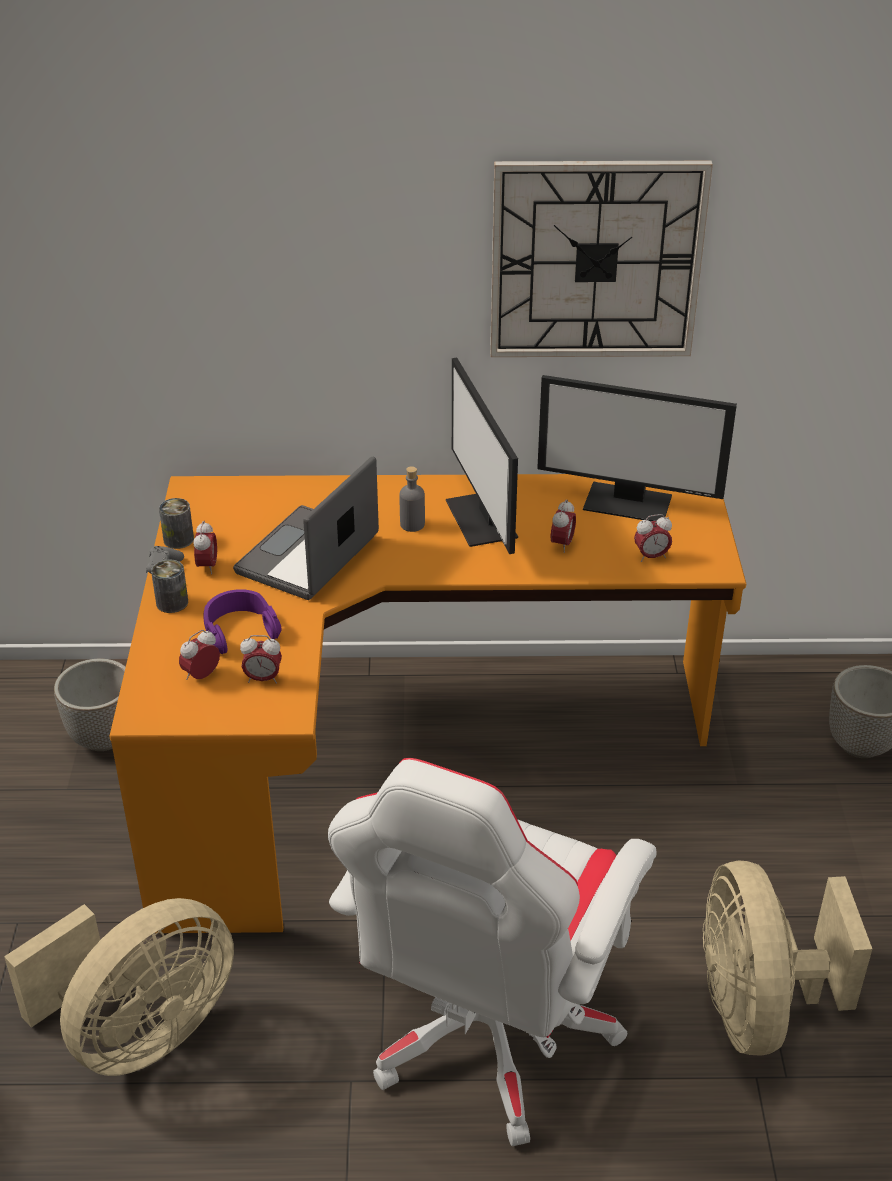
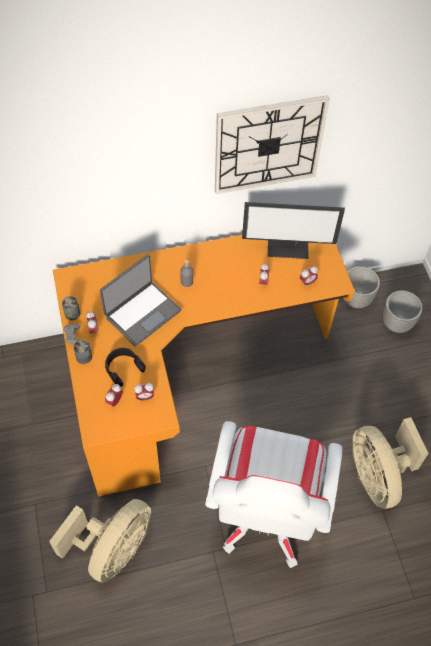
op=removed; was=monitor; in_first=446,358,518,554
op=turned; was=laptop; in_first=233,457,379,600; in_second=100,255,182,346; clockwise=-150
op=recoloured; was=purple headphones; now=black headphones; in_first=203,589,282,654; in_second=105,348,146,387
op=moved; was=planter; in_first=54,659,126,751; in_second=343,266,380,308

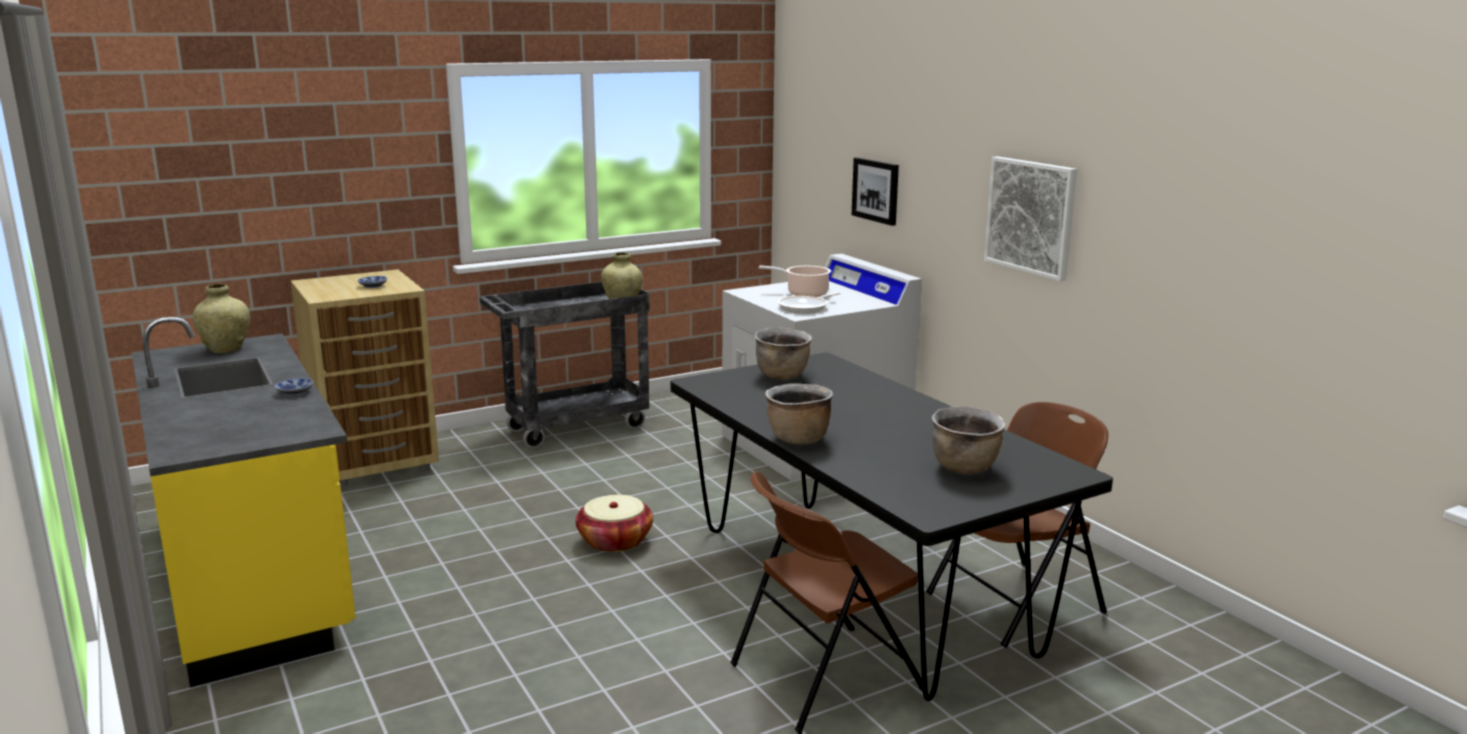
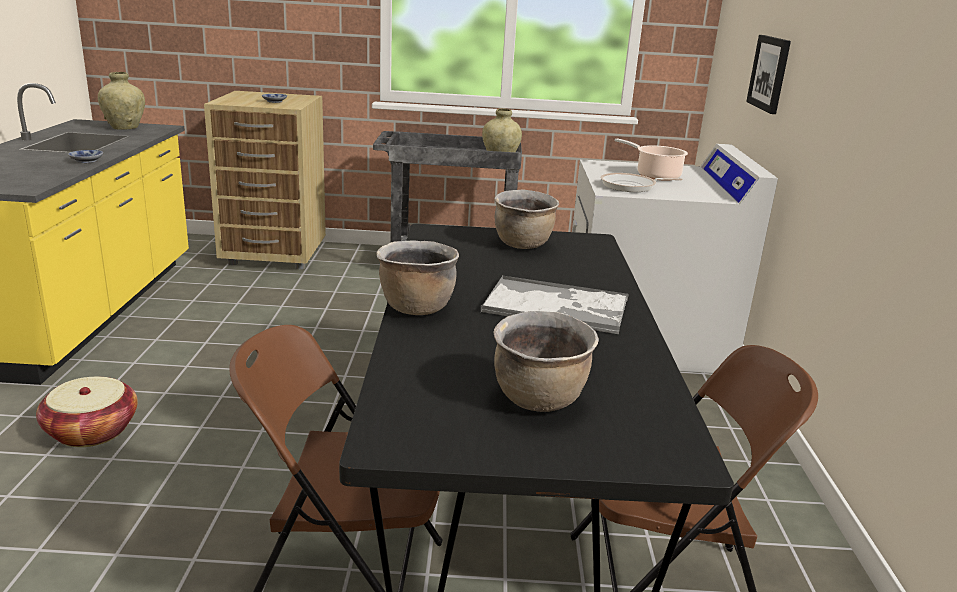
op=removed; was=picture; in_first=984,156,1077,281
op=moved; was=basket; in_first=576,495,653,552; in_second=36,377,138,447
op=added; now=tray; in_second=481,275,629,334

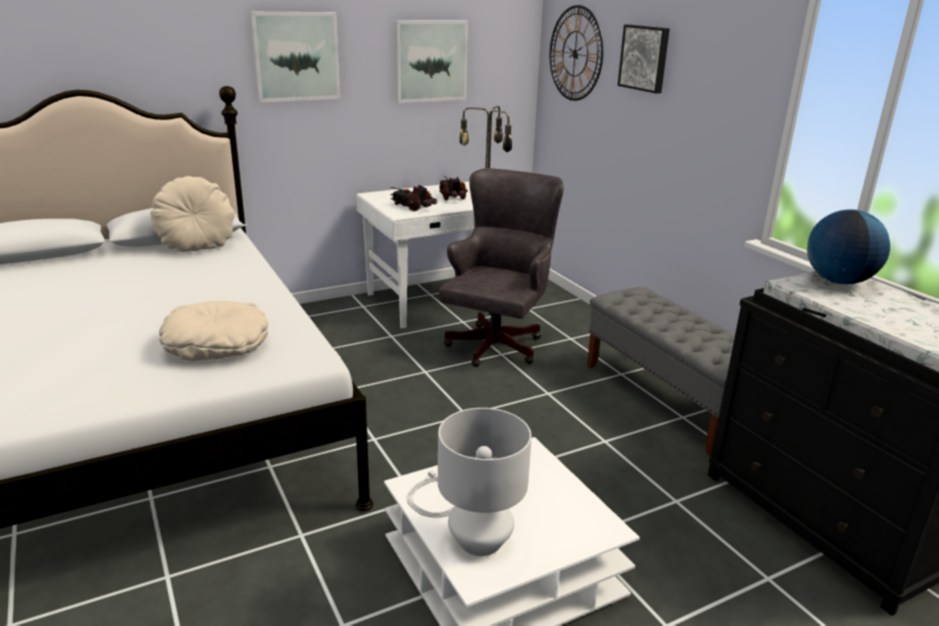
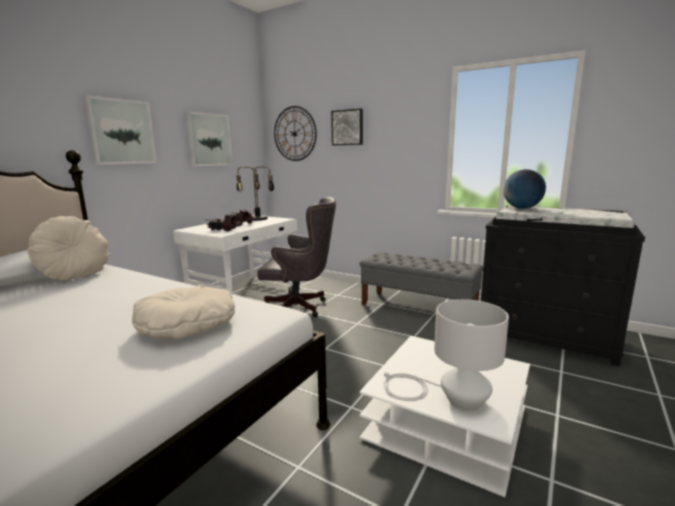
op=turned; was=grey office chair; in_first=439,168,564,367; in_second=257,197,336,317; clockwise=105

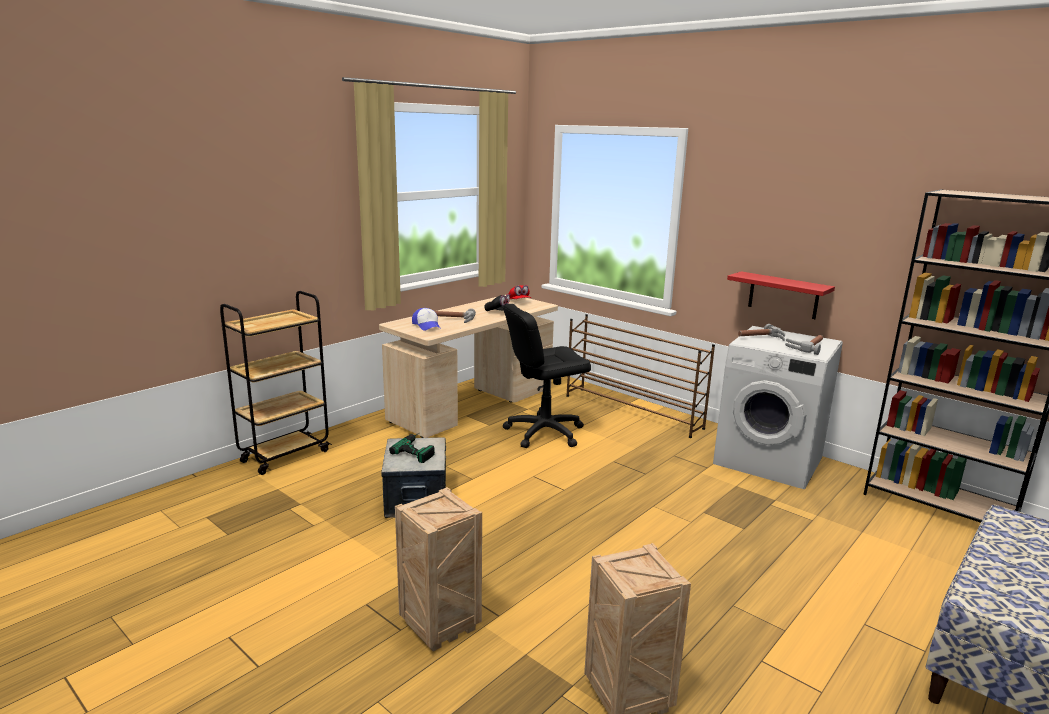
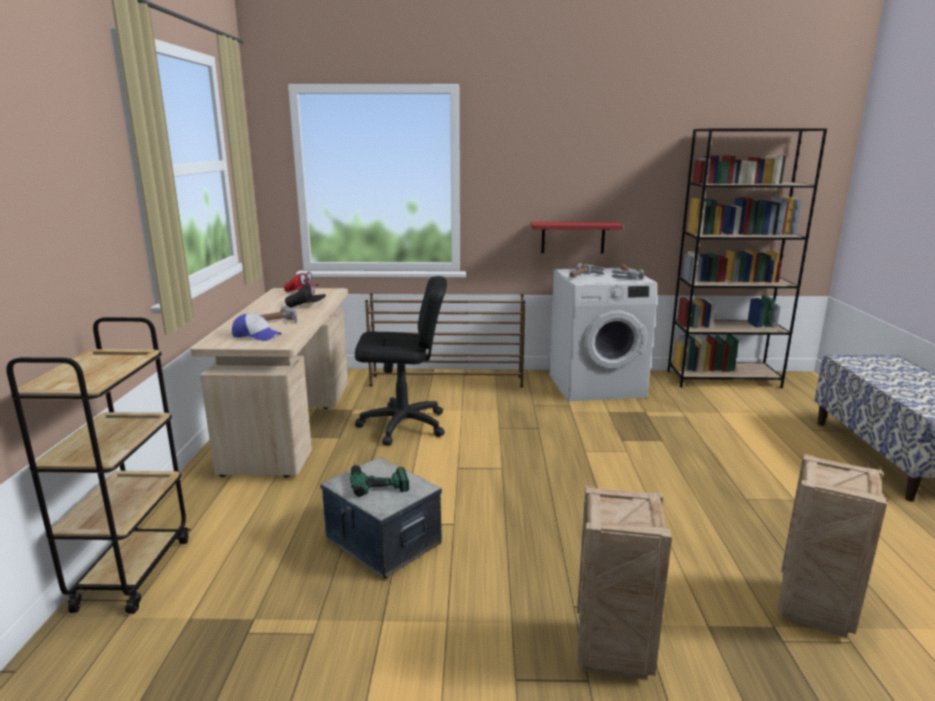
op=turned; was=black office chair; in_first=503,304,591,448; in_second=355,276,447,446; clockwise=-120

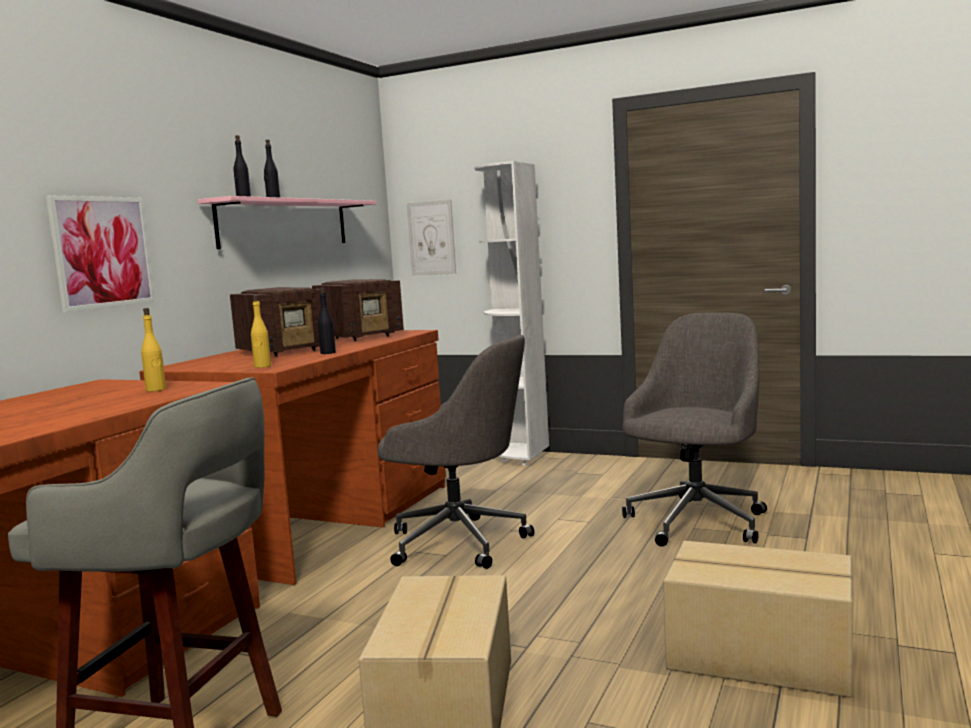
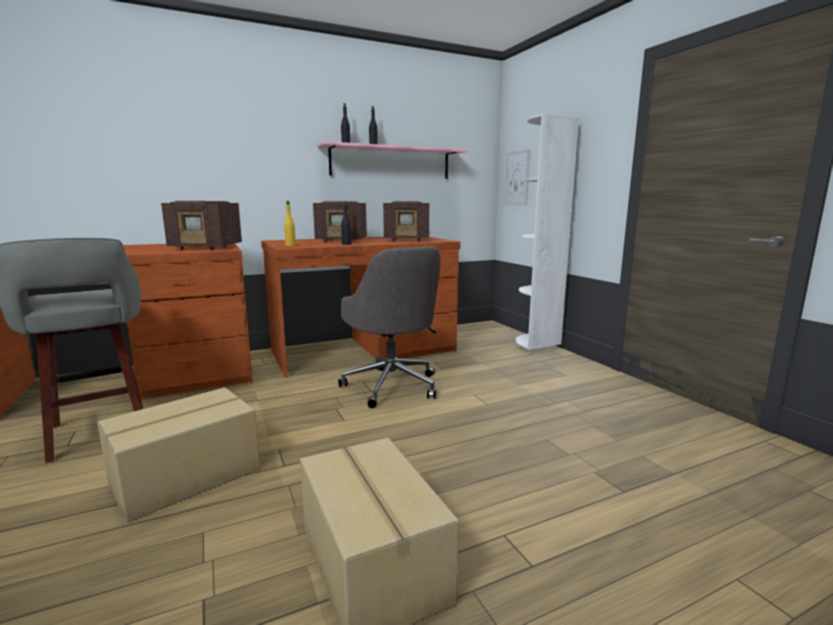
op=removed; was=picture; in_first=46,195,155,312
op=replaced; was=yellow bottle; now=radio; in_first=141,308,166,392; in_second=161,201,242,250
op=removed; was=grey office chair; in_first=622,313,767,546

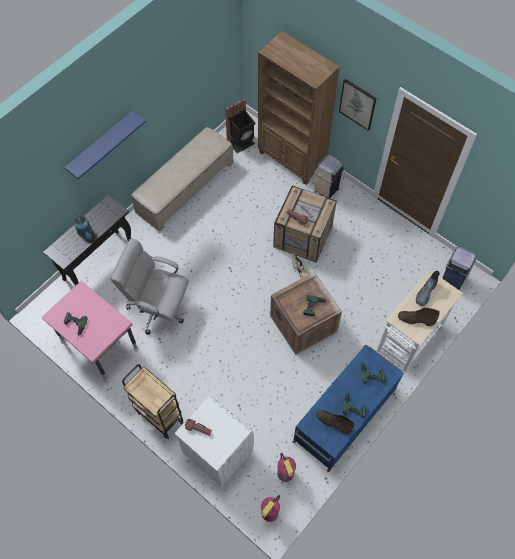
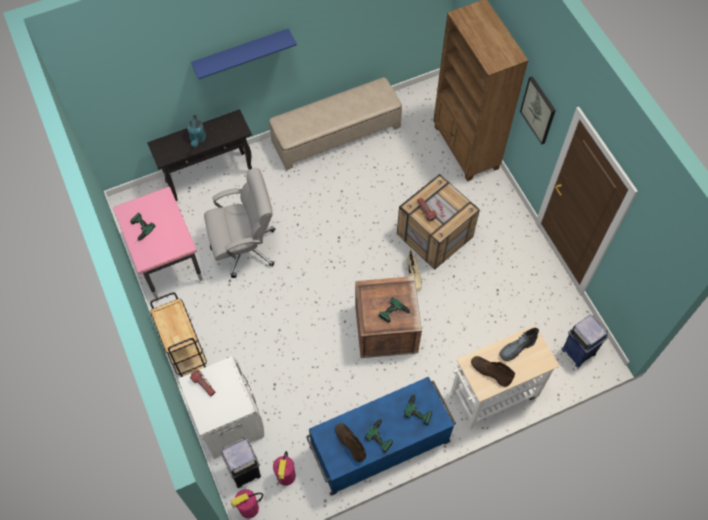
op=removed; was=black trash can; in_first=225,98,255,153
op=moved; was=beige trash can; in_first=313,154,344,198; in_second=221,437,261,488
op=turned; was=grey office chair; in_first=111,239,189,334; in_second=204,168,275,278; clockwise=120

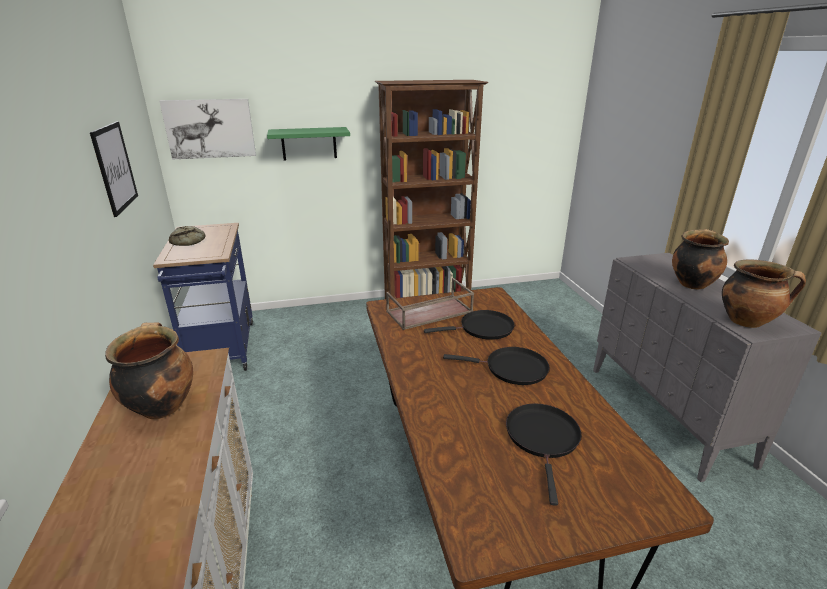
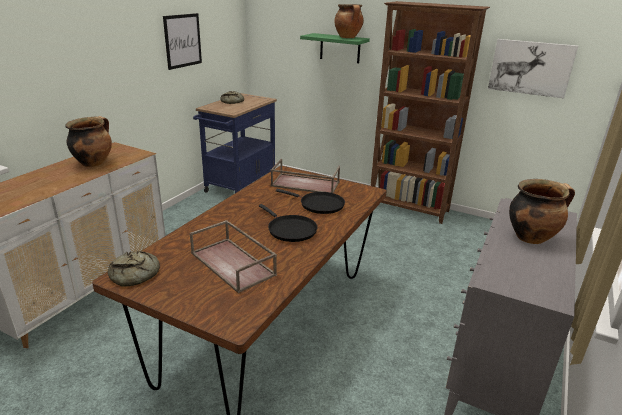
op=moved; was=picture; in_first=159,99,256,159; in_second=488,39,578,99
op=moved; was=cooking pot; in_first=722,260,806,328; in_second=334,4,364,38
op=replaced; was=black frying pan; now=brown tray; in_first=506,404,581,506; in_second=190,220,277,293
op=added; now=bread; in_second=108,251,160,286

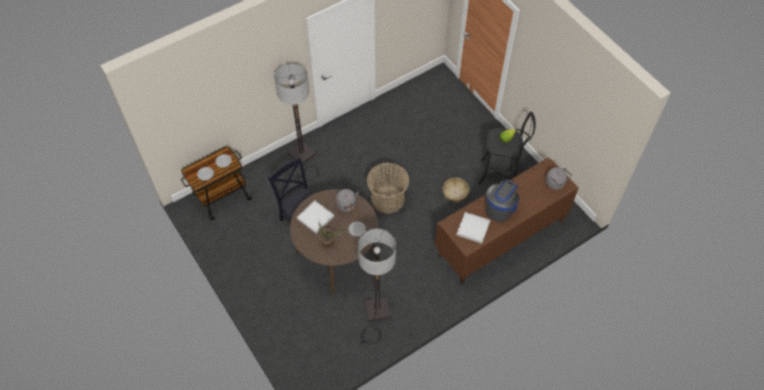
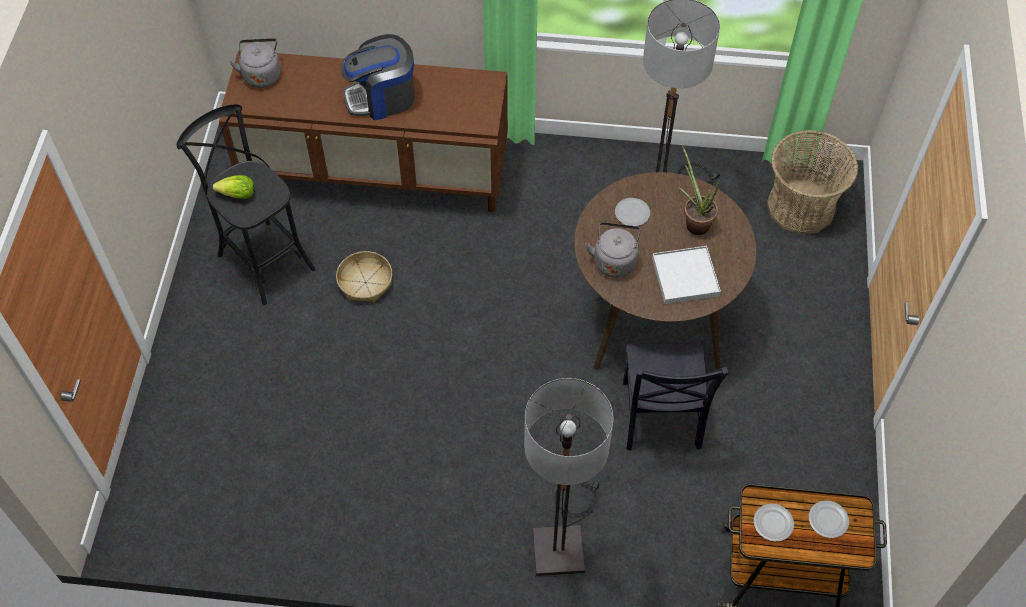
op=moved; was=basket; in_first=367,163,409,214; in_second=767,130,858,235
op=removed; was=white tray; in_first=457,212,490,244

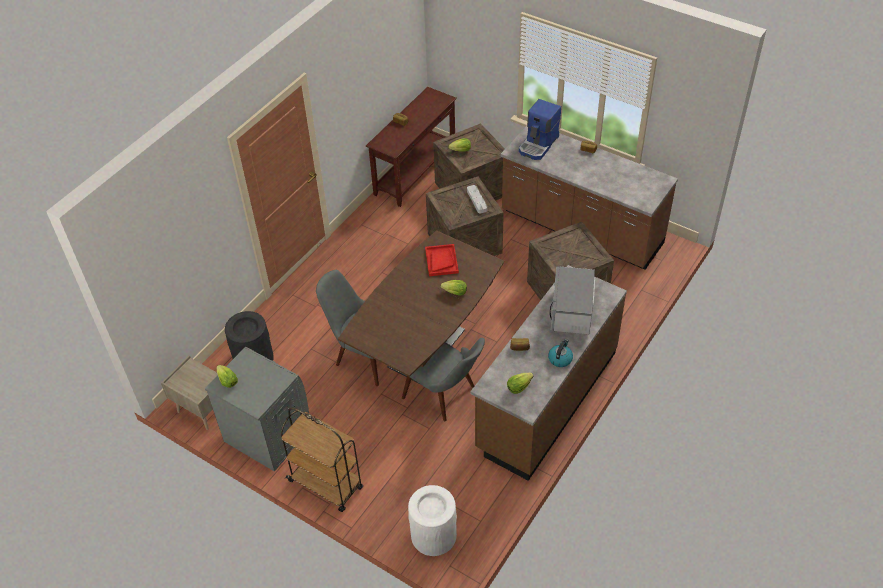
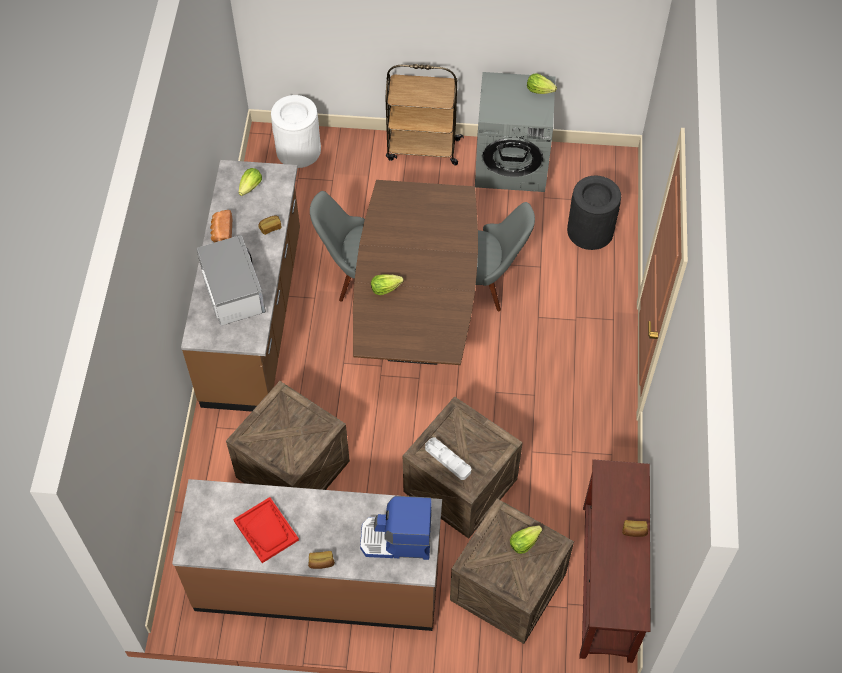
op=turned; was=coffee machine; in_first=519,99,561,160; in_second=360,496,432,560; clockwise=-90
op=moved; was=red tray; in_first=425,244,459,276; in_second=233,497,299,563
op=replaced; was=kettle; now=bread; in_first=548,339,573,367; in_second=210,210,232,243
op=removed; was=beige nightstand; in_first=161,355,218,430

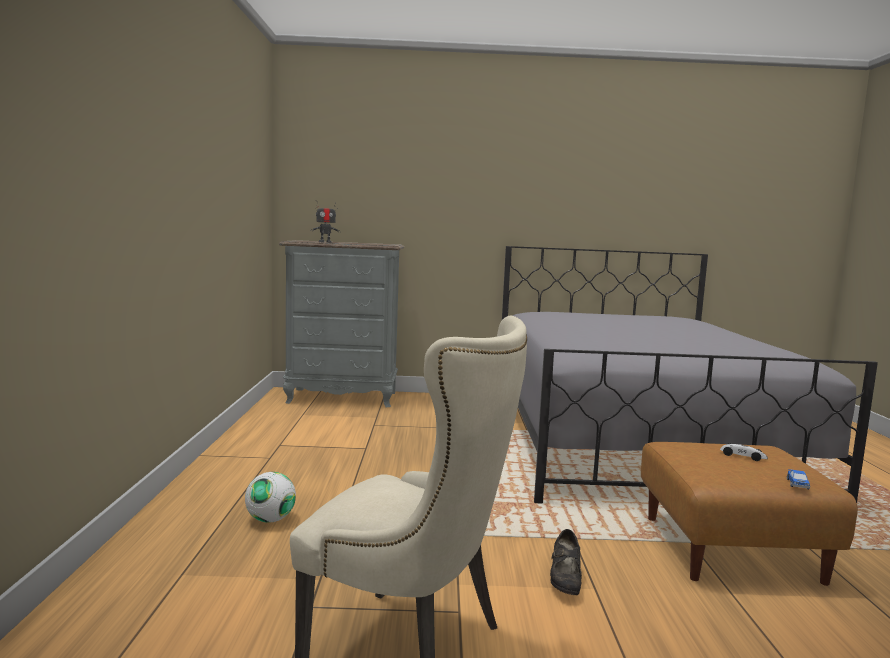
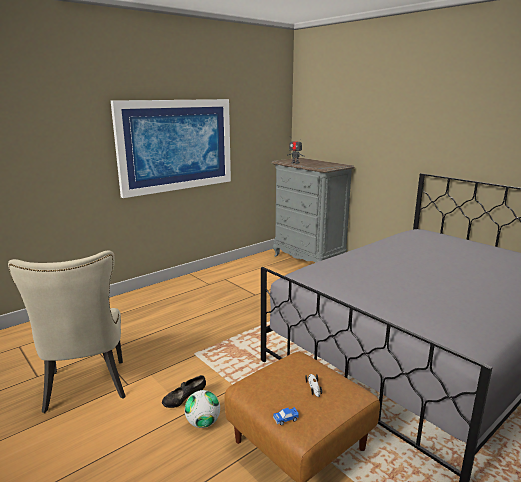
op=moved; was=football; in_first=245,472,296,523; in_second=185,390,220,428
op=added; now=picture; in_second=111,99,231,198

